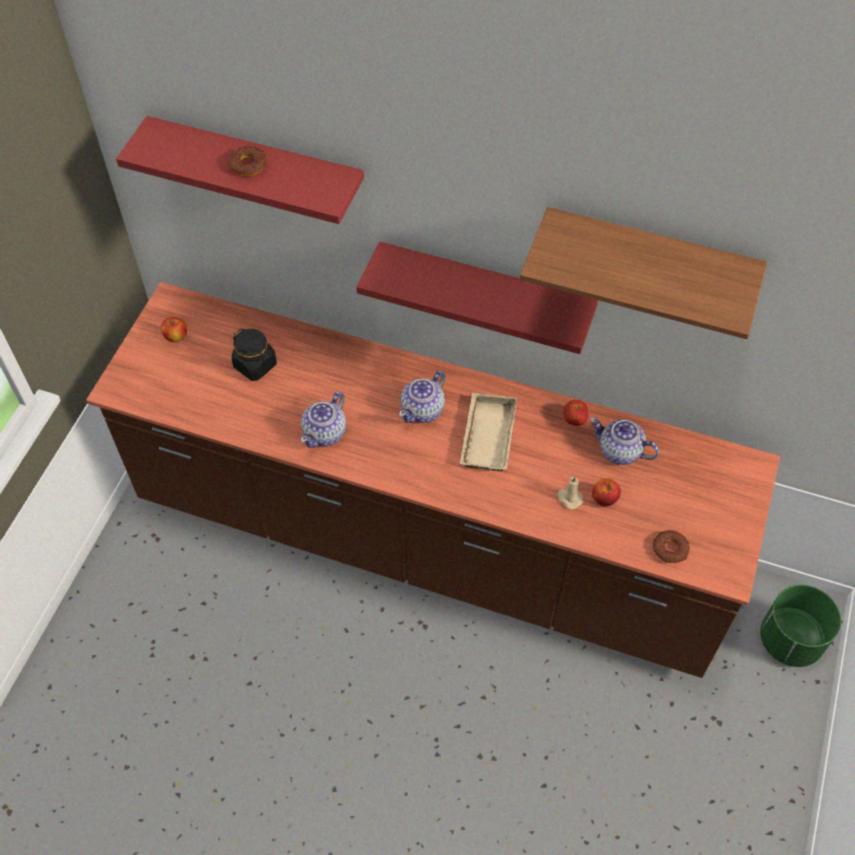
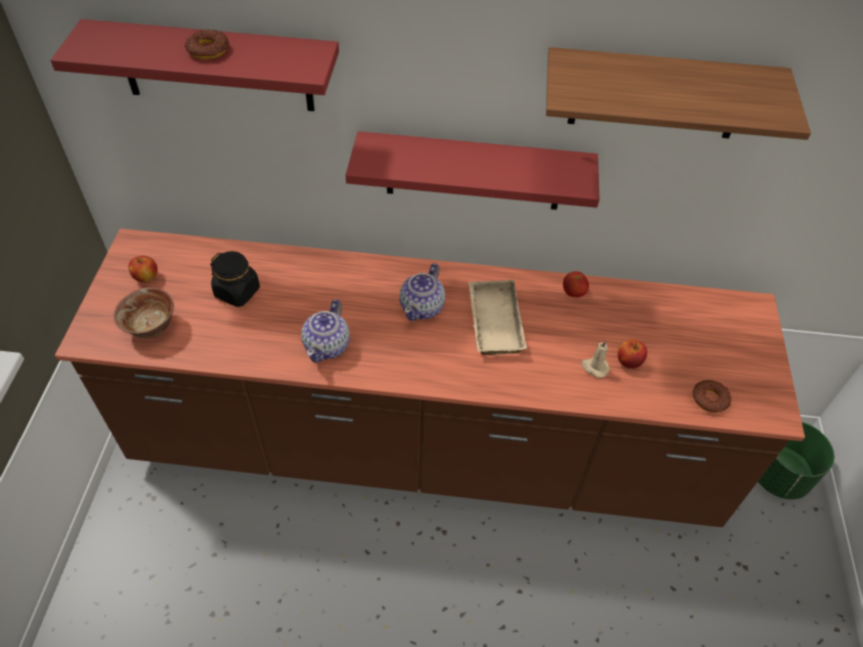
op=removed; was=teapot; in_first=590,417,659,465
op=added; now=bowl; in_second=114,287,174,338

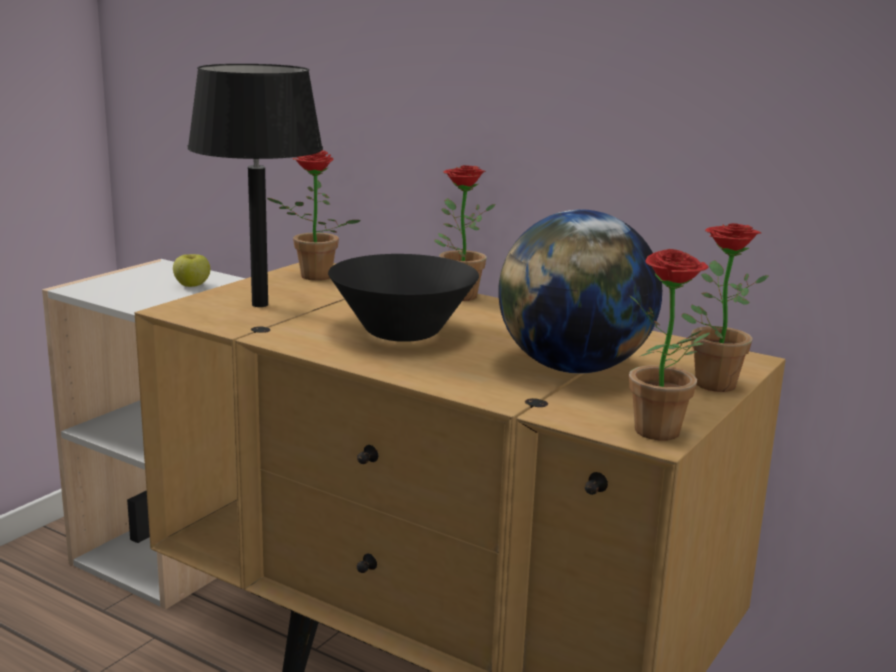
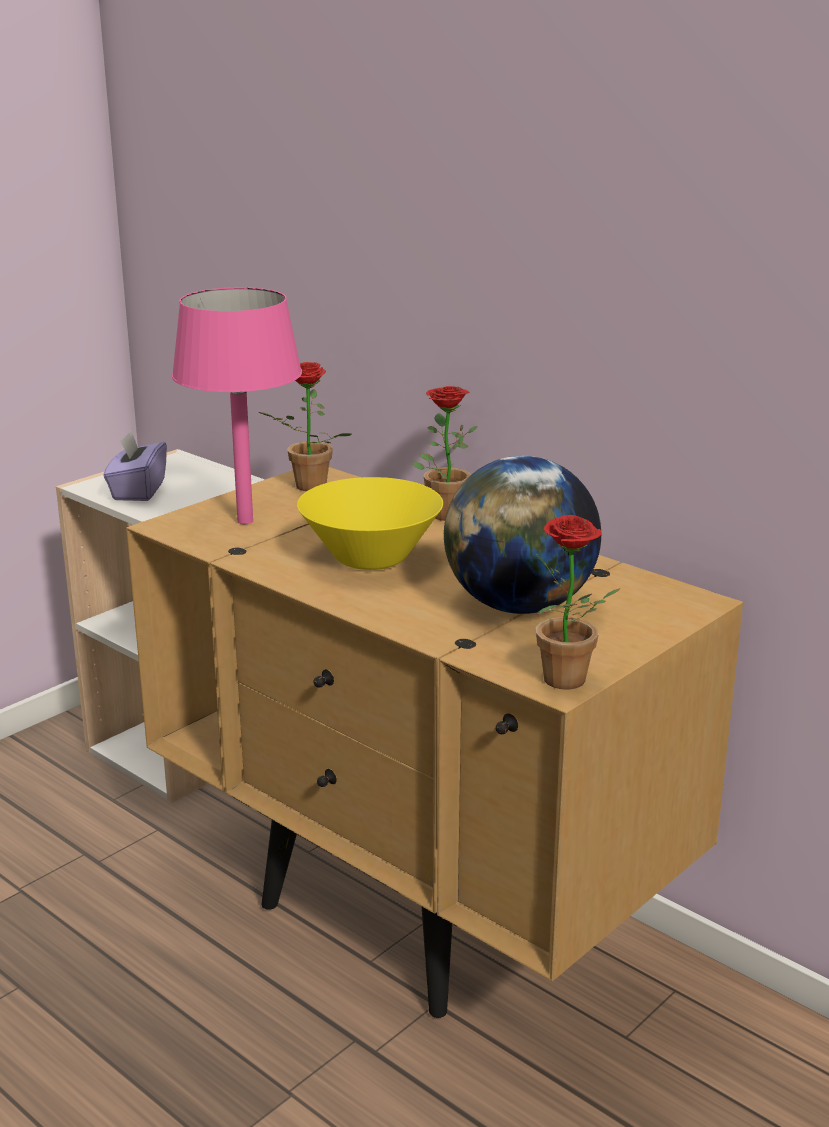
op=recoloured; was=black table lamp; now=pink table lamp; in_first=187,64,323,307; in_second=172,287,302,524
op=removed; was=potted plant; in_first=681,223,769,392
op=removed; was=apple; in_first=173,254,210,287
op=recoloured; was=black bowl; now=yellow bowl; in_first=328,254,479,342; in_second=297,477,443,570
op=added; now=purple tissue box; in_second=103,431,167,501

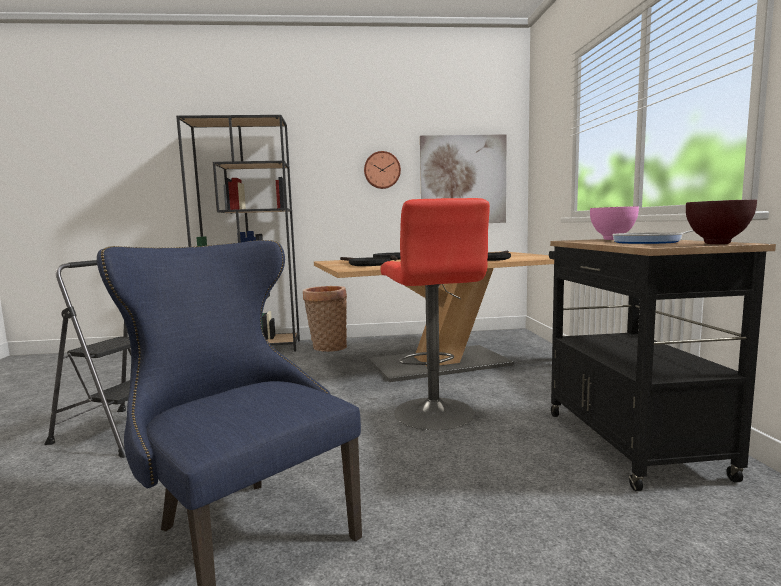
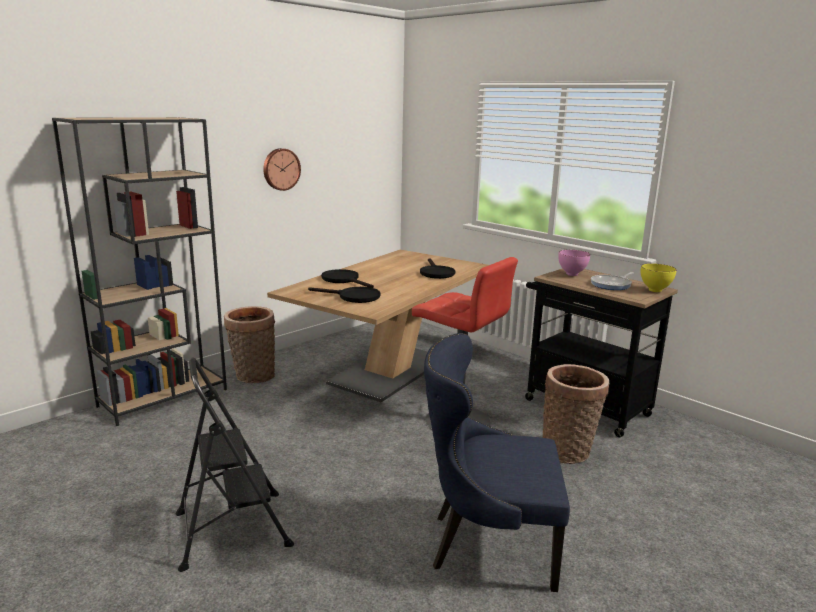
op=removed; was=picture; in_first=420,134,506,223
op=recoloured; was=brown bowl; now=yellow bowl; in_first=686,199,757,244; in_second=641,263,677,292
op=added; now=basket; in_second=543,364,609,464

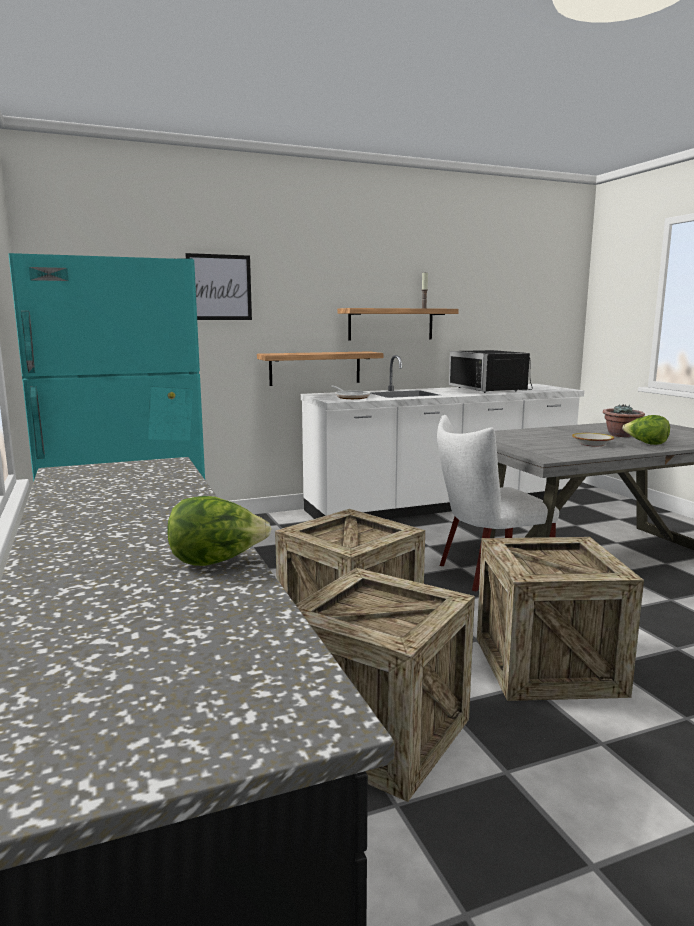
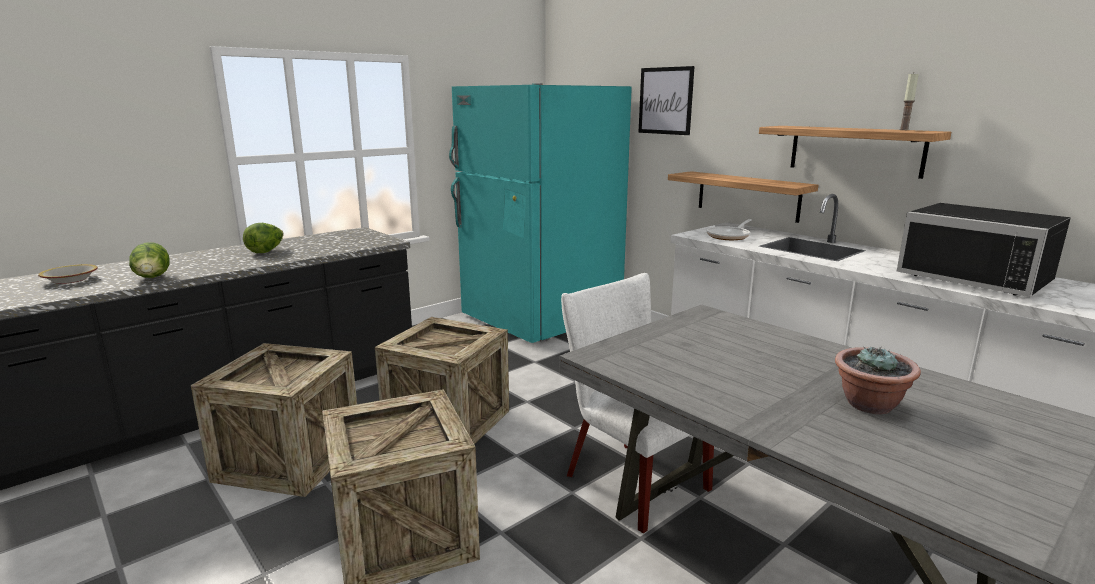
op=turned; was=black microwave; in_first=449,350,533,393; in_second=897,203,1071,297; clockwise=-90
op=moved; was=lettuce; in_first=622,415,670,445; in_second=243,223,283,253
op=moved; was=bowl; in_first=572,433,614,447; in_second=38,264,98,284

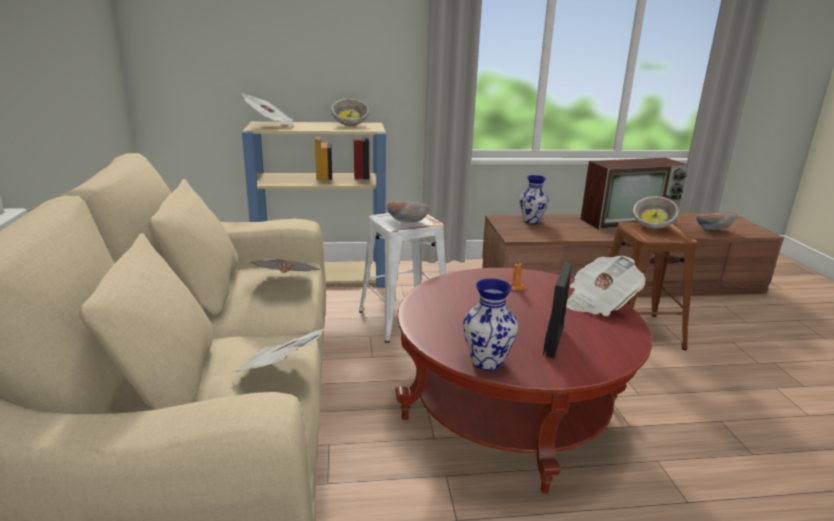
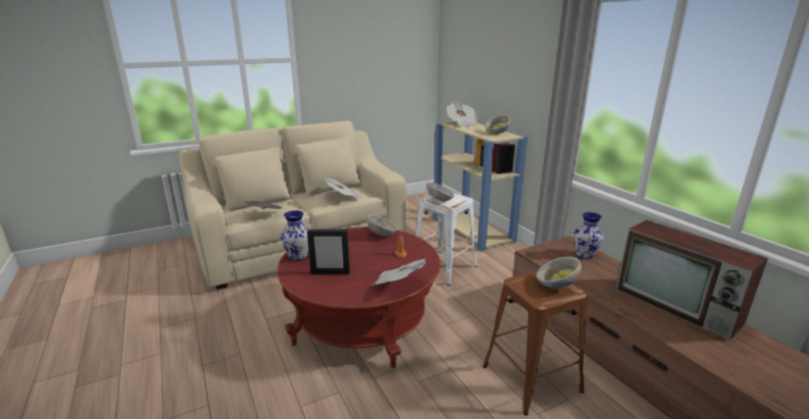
op=moved; was=bowl; in_first=696,213,737,230; in_second=367,215,397,236

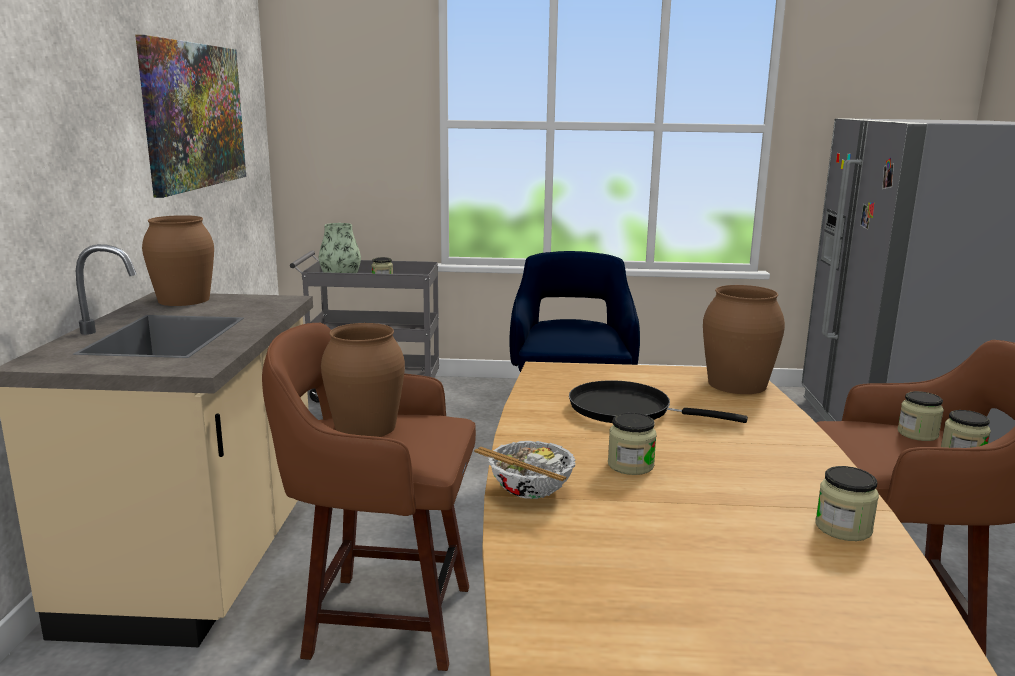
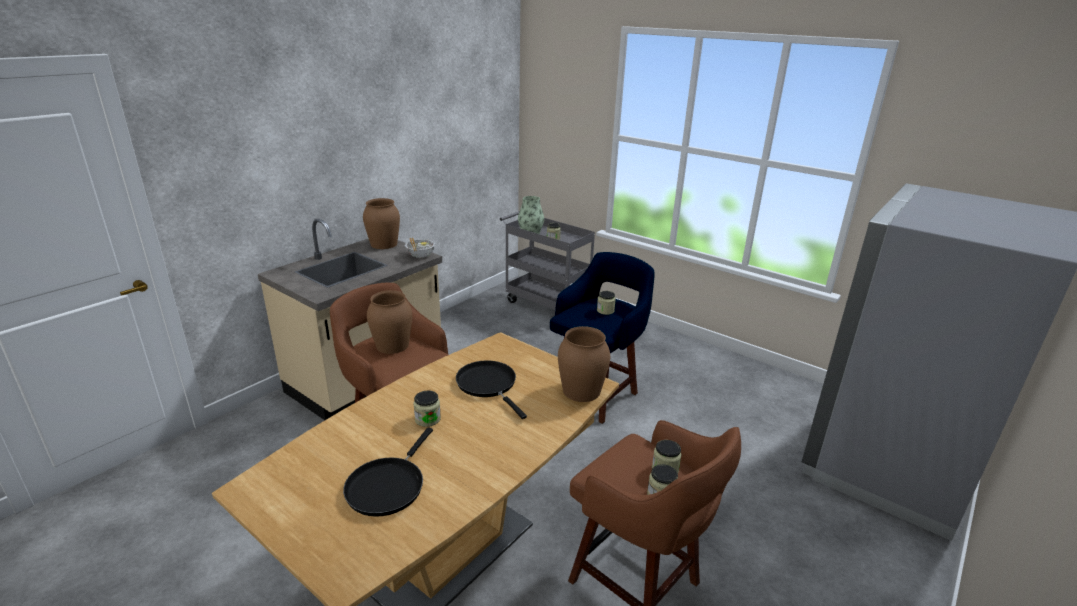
op=removed; was=picture; in_first=135,35,246,198
op=moved; was=bowl; in_first=474,441,576,499; in_second=405,238,435,258
op=moved; was=jar; in_first=815,466,879,541; in_second=597,291,616,315
op=added; now=black frying pan; in_second=343,427,433,517

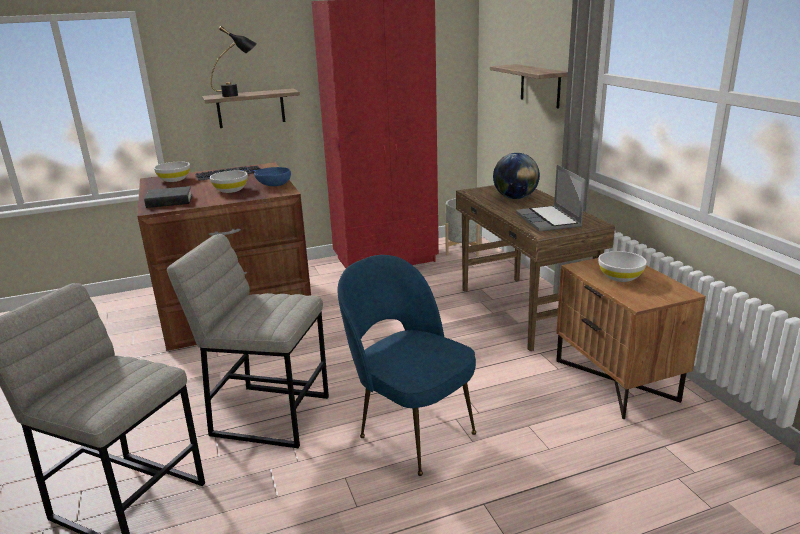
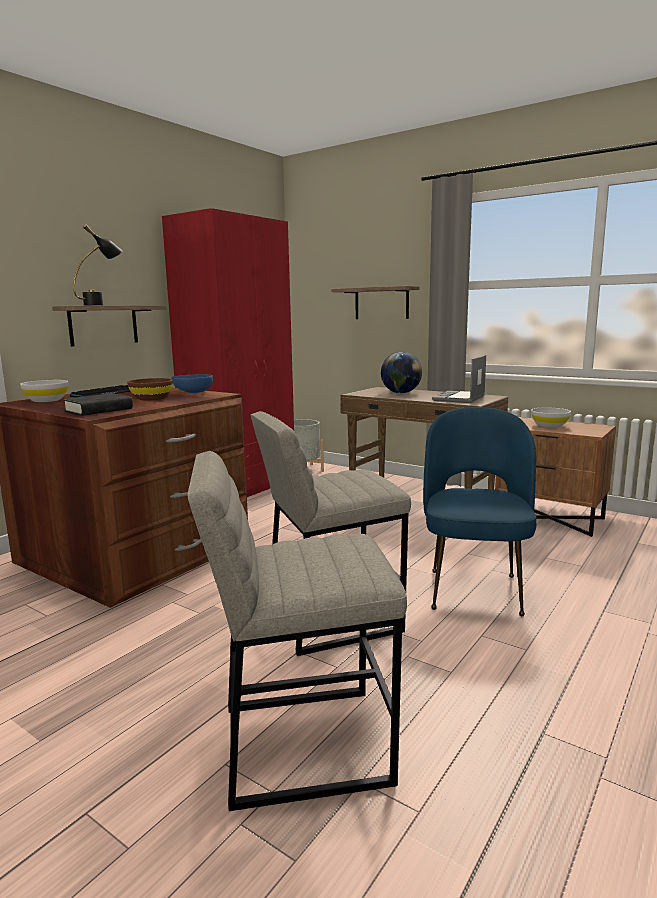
op=turned; was=laptop; in_first=515,165,586,232; in_second=432,355,486,403; clockwise=75
op=recoloured; was=white bowl; now=brown bowl; in_first=210,171,248,193; in_second=127,378,173,401
op=turned; was=blue chair; in_first=338,255,476,476; in_second=423,407,536,616; clockwise=90

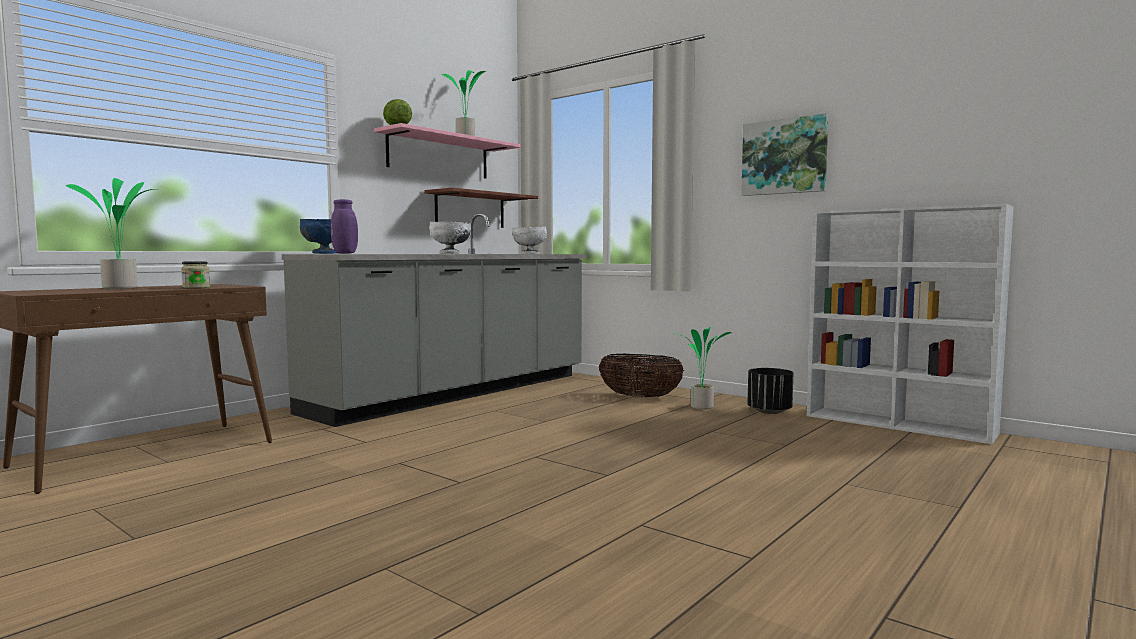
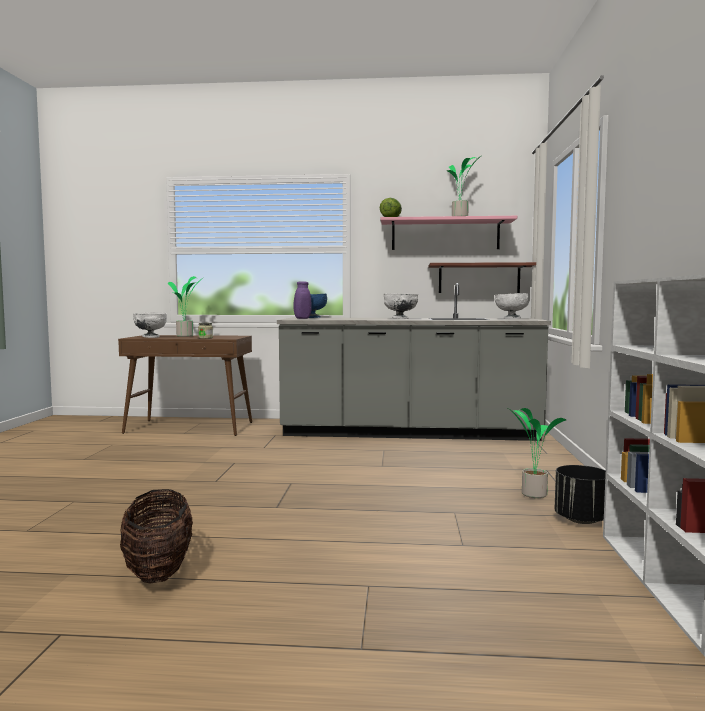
op=removed; was=picture; in_first=741,113,828,196
op=moved; was=basket; in_first=599,354,684,398; in_second=120,489,193,583
op=added; now=white bowl; in_second=133,312,167,338

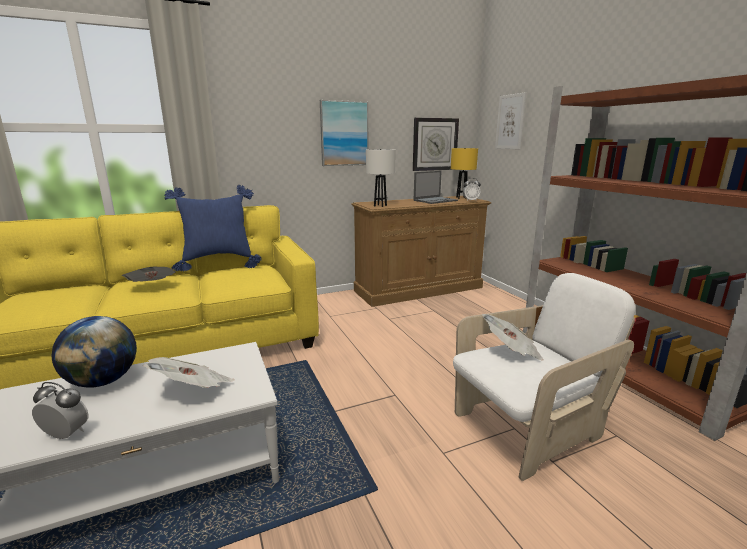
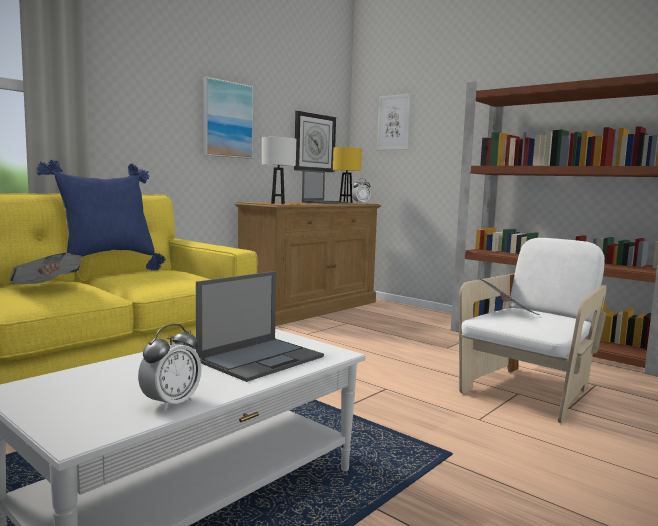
op=removed; was=globe; in_first=51,316,137,388
op=replaced; was=newspaper; now=laptop; in_first=143,357,235,388; in_second=196,271,324,382
op=turned; was=alarm clock; in_first=32,382,89,440; in_second=138,324,201,412; clockwise=135

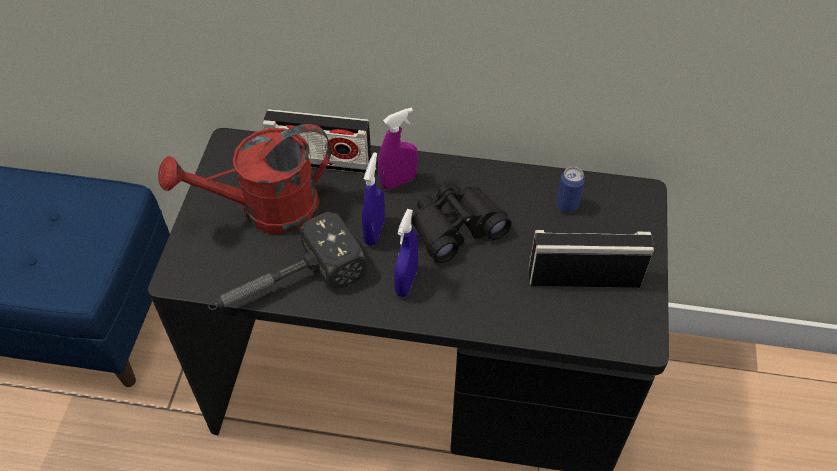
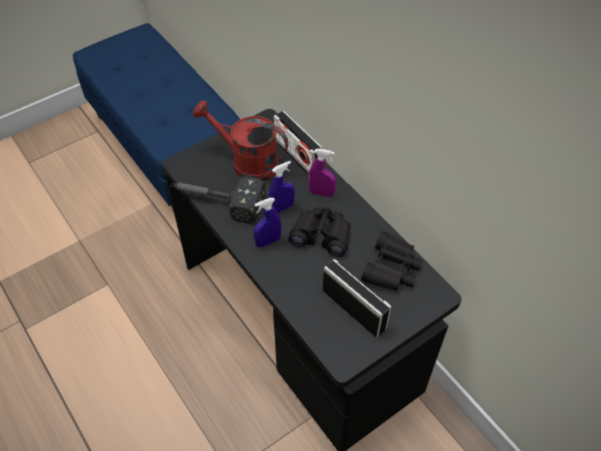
op=replaced; was=can; now=black binoculars; in_first=556,167,585,213; in_second=361,231,422,291

